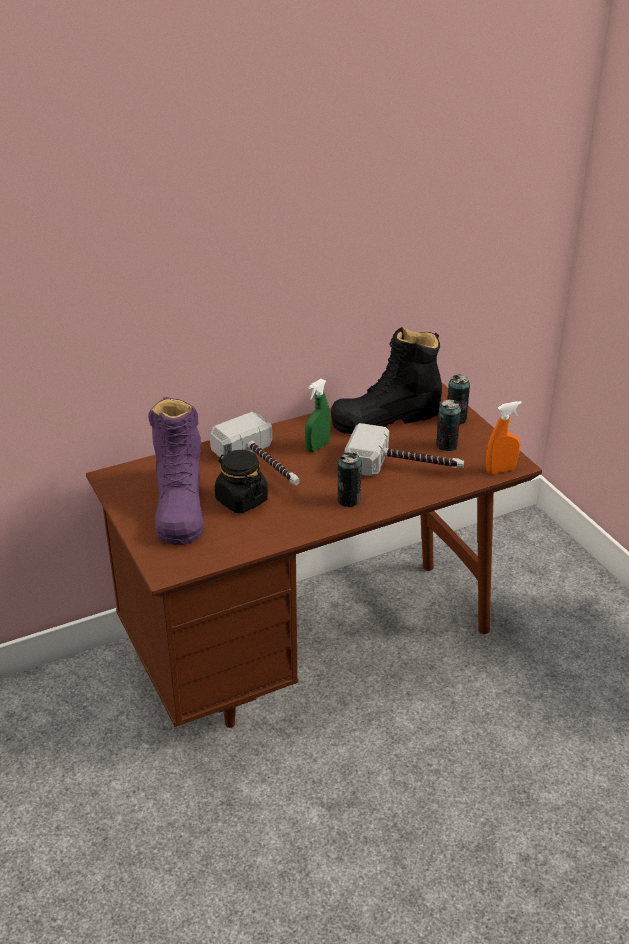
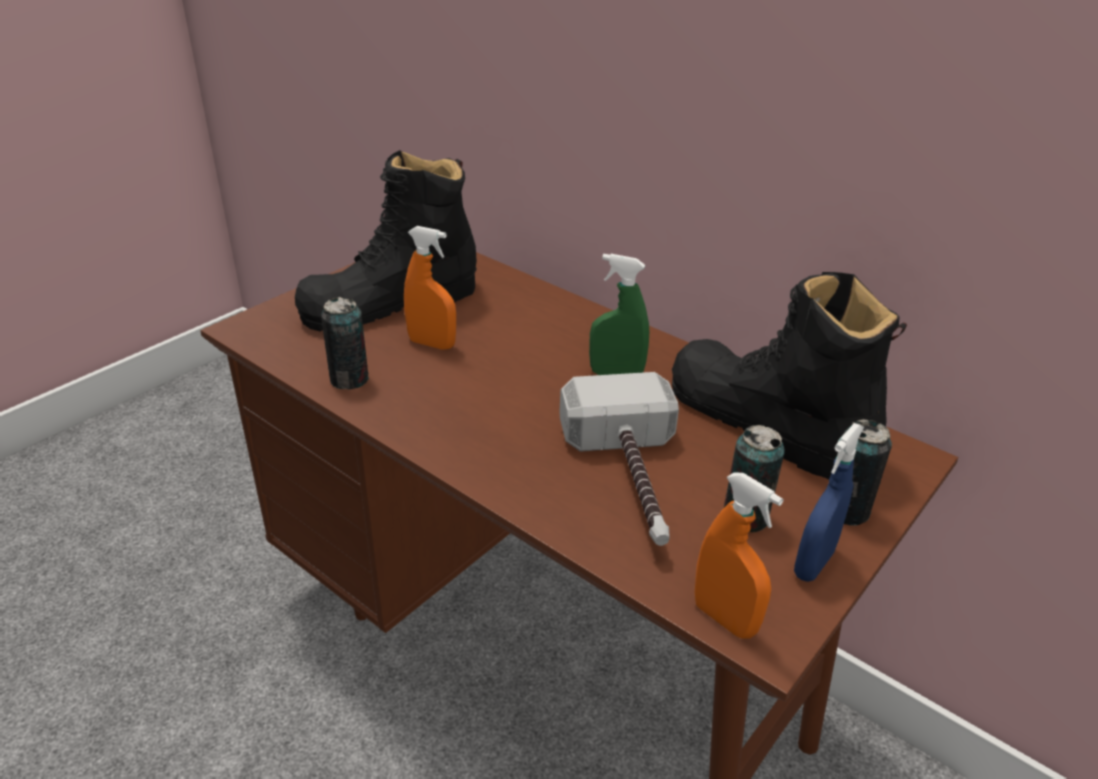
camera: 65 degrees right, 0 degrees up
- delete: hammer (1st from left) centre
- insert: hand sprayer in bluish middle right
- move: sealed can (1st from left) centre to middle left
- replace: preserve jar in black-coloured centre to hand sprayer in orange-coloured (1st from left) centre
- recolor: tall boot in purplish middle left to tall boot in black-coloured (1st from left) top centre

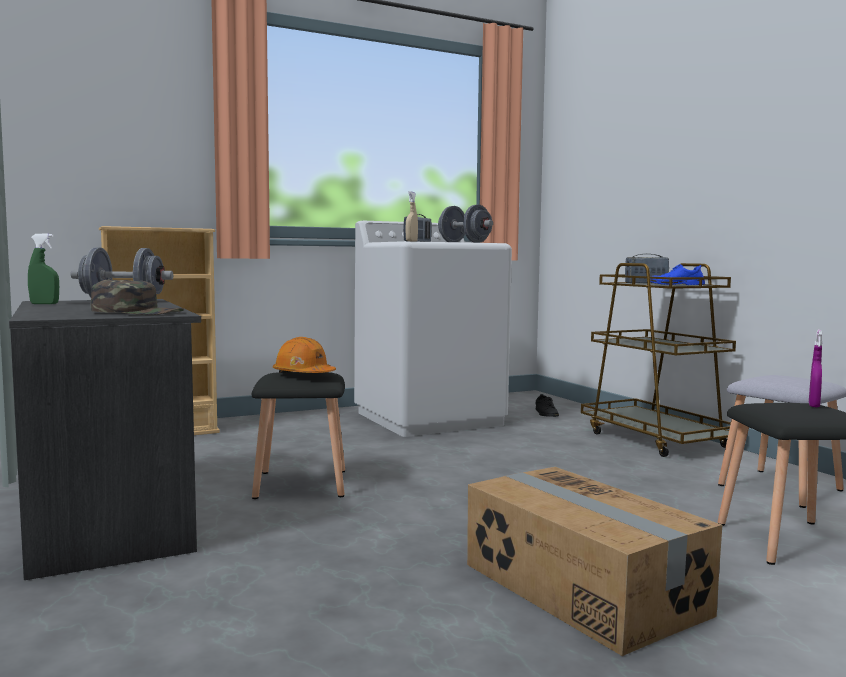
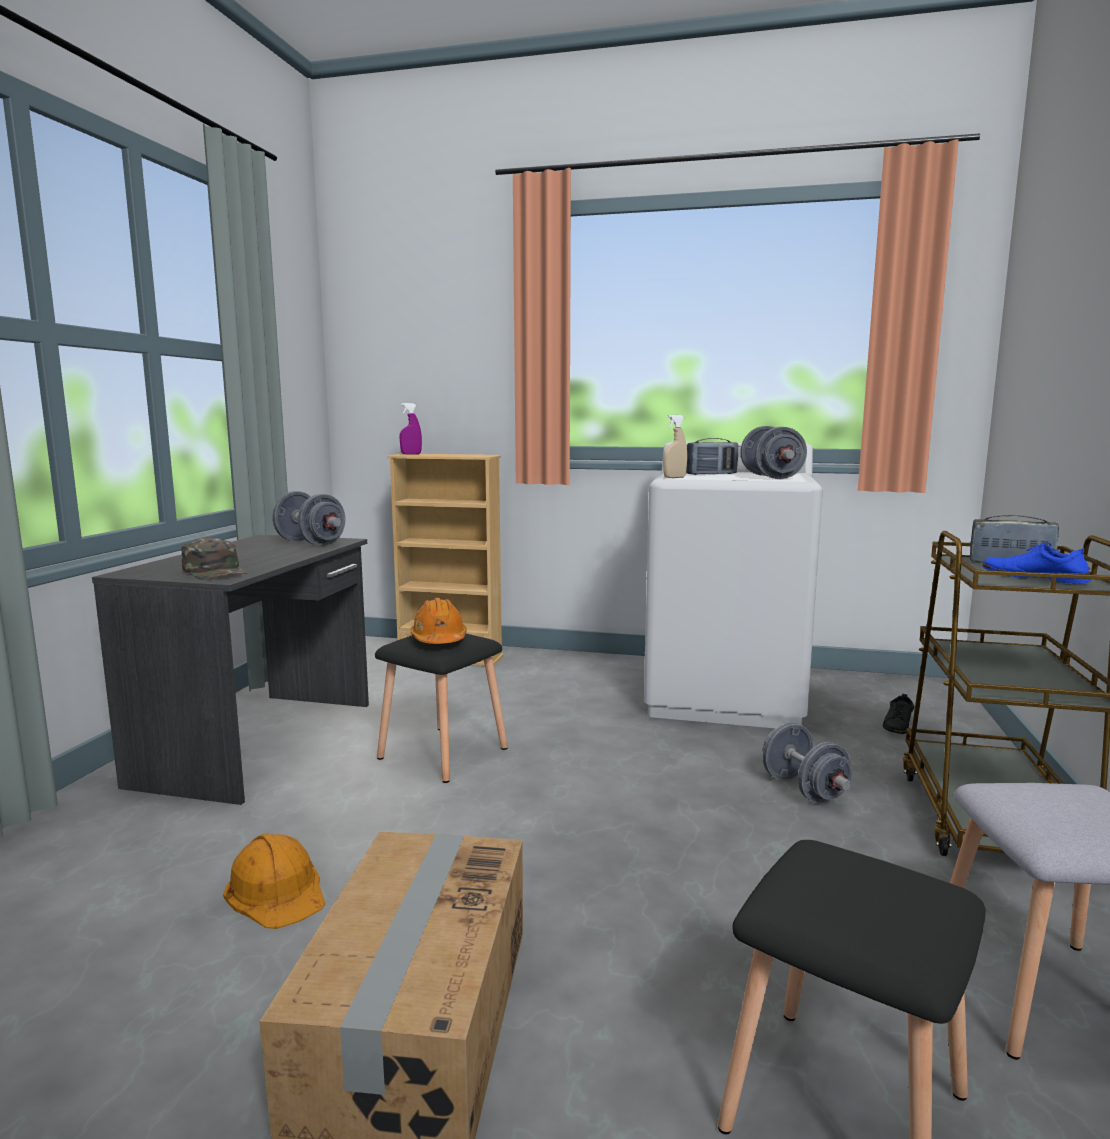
camera: 40 degrees right, 5 degrees up
- delete: hand sprayer in green-coloured middle left
- insert: hard hat in orange-coloured (1st from left) bottom left
- insert: free weight in grey (3rd from left) bottom right
- move: hand sprayer in purplish middle right to centre

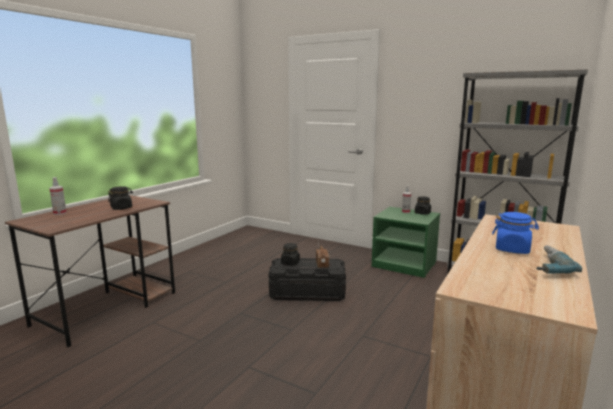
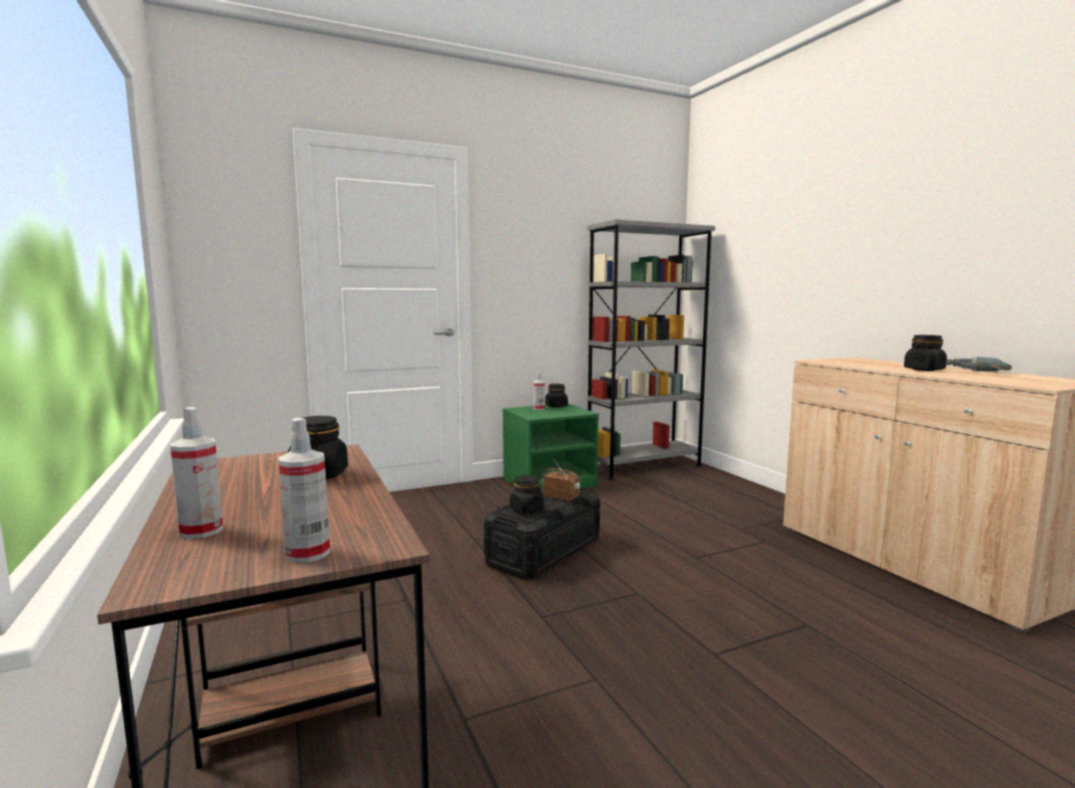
camera: 55 degrees left, 5 degrees down
- insert: hand sprayer (2nd from left) middle left
- recolor: preserve jar in bluish middle right to preserve jar in black-coloured (4th from left) middle right

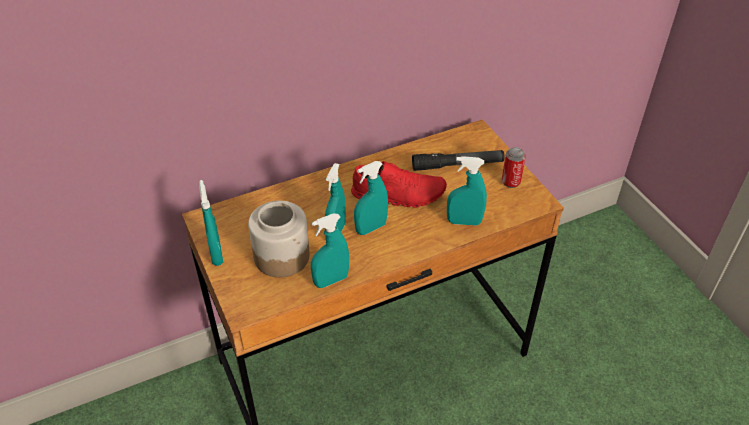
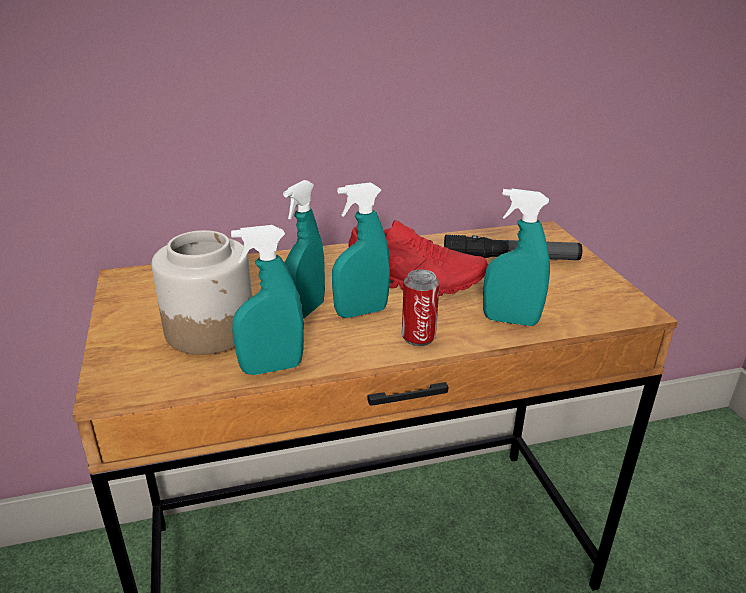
camera: 10 degrees right, 15 degrees down
- delete: hand sprayer in turquoise (1st from left) middle left
- move: sealed can middle right to centre

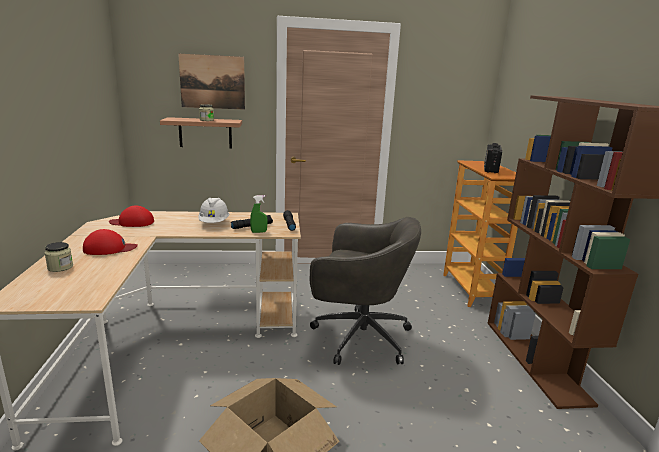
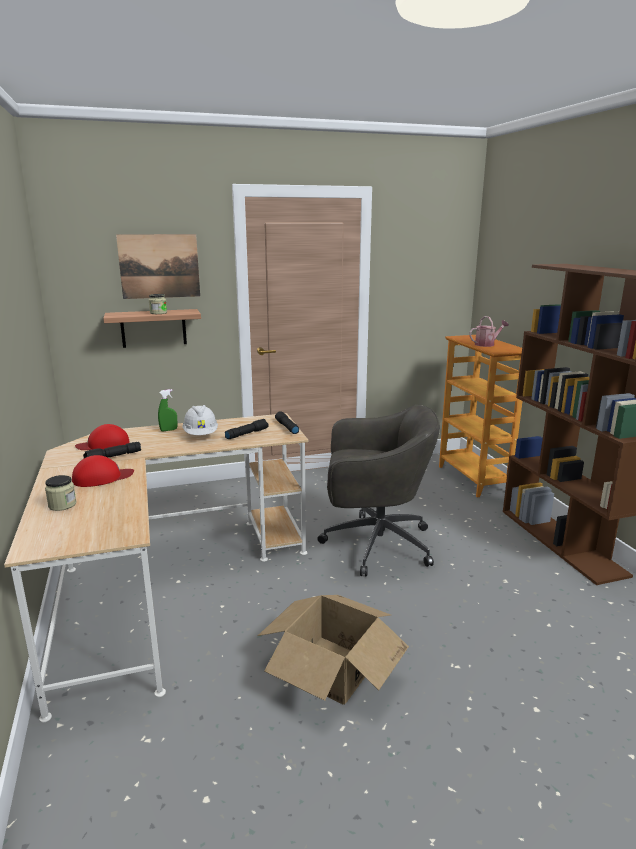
camera: 10 degrees left, 0 degrees up
- insert: hand torch in black-coloured (1st from left) middle left
- move: hand sprayer in green-coloured centre to middle left
- replace: radio set middle right to sprinkling can middle right

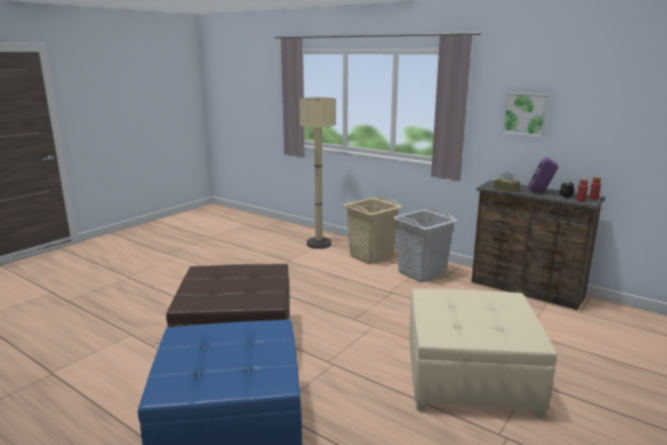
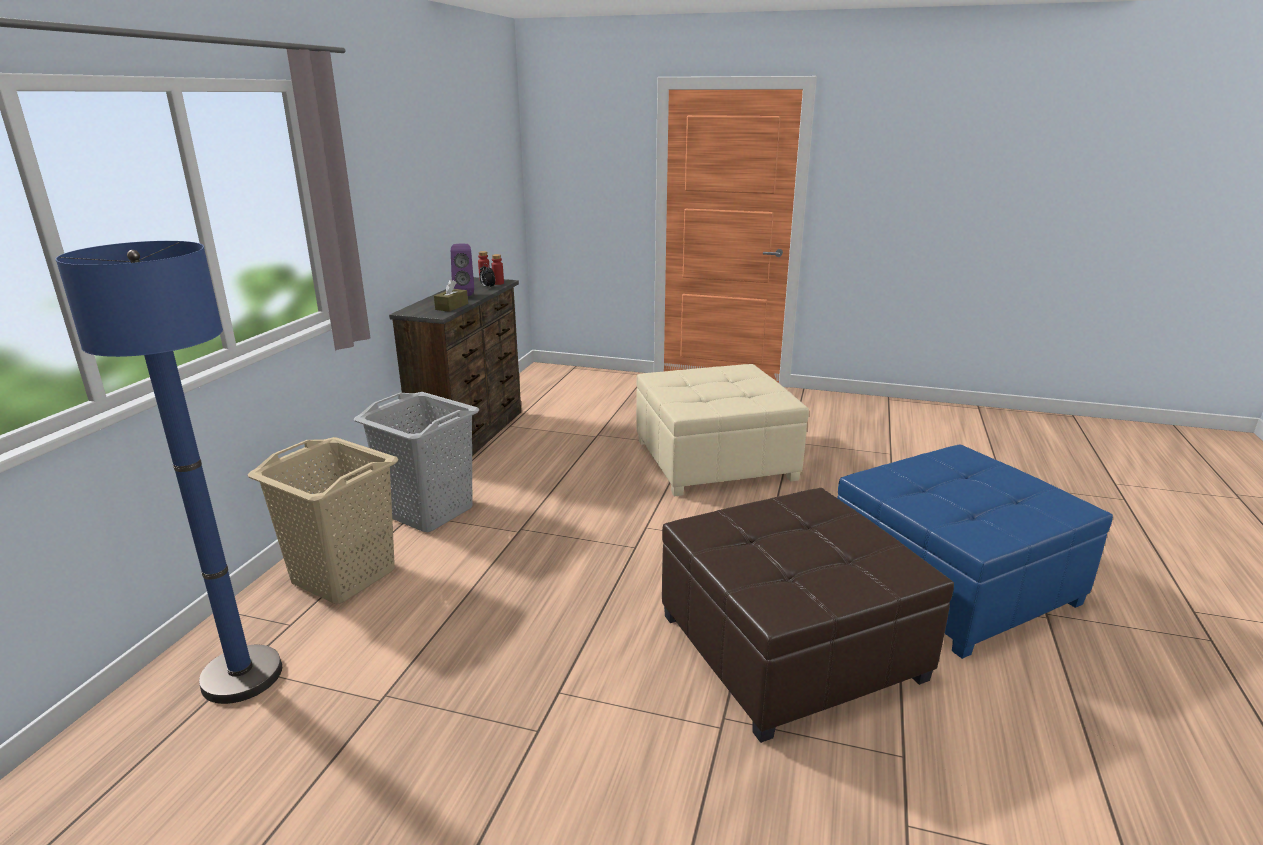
camera: 110 degrees left, 5 degrees up
- delete: picture top right
- recolor: standard lamp in beige-coloured centre to standard lamp in bluish middle left

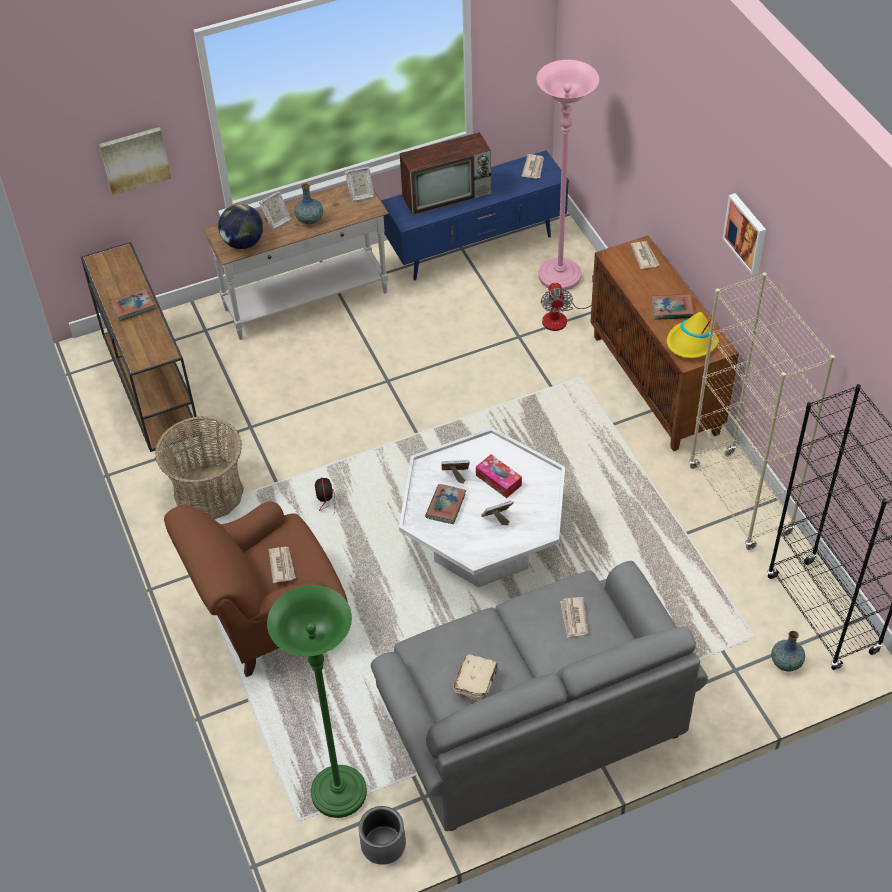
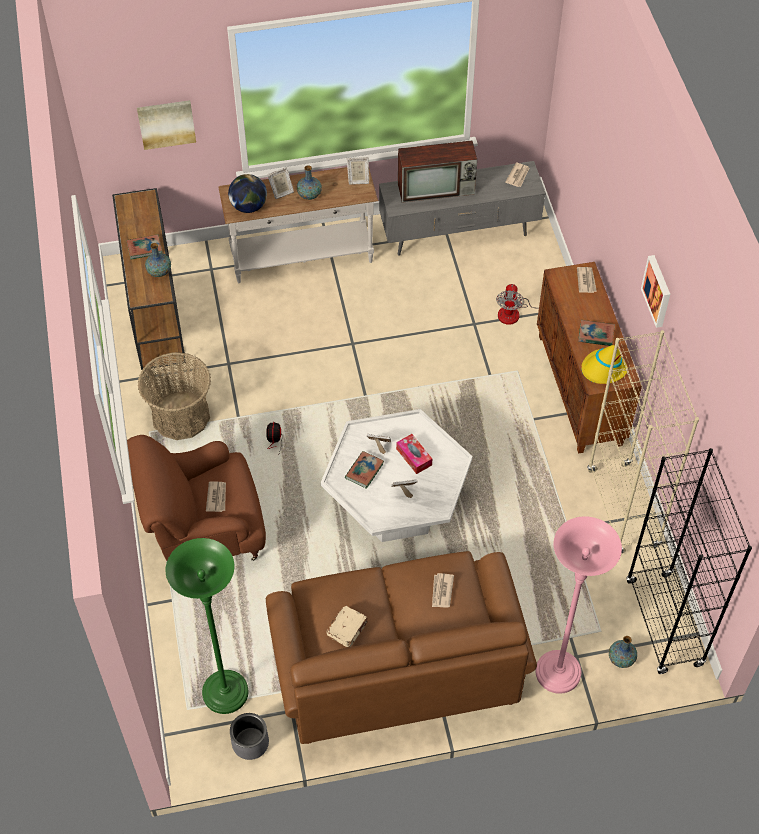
camera: 10 degrees right, 5 degrees up
- insert: decorative vase (1st from left) top left
- move: standard lamp in pink top centre to bottom right
- recolor: couch in grey bottom centre to couch in brown bottom centre
- recolor: media console in bluish top centre to media console in grey top centre

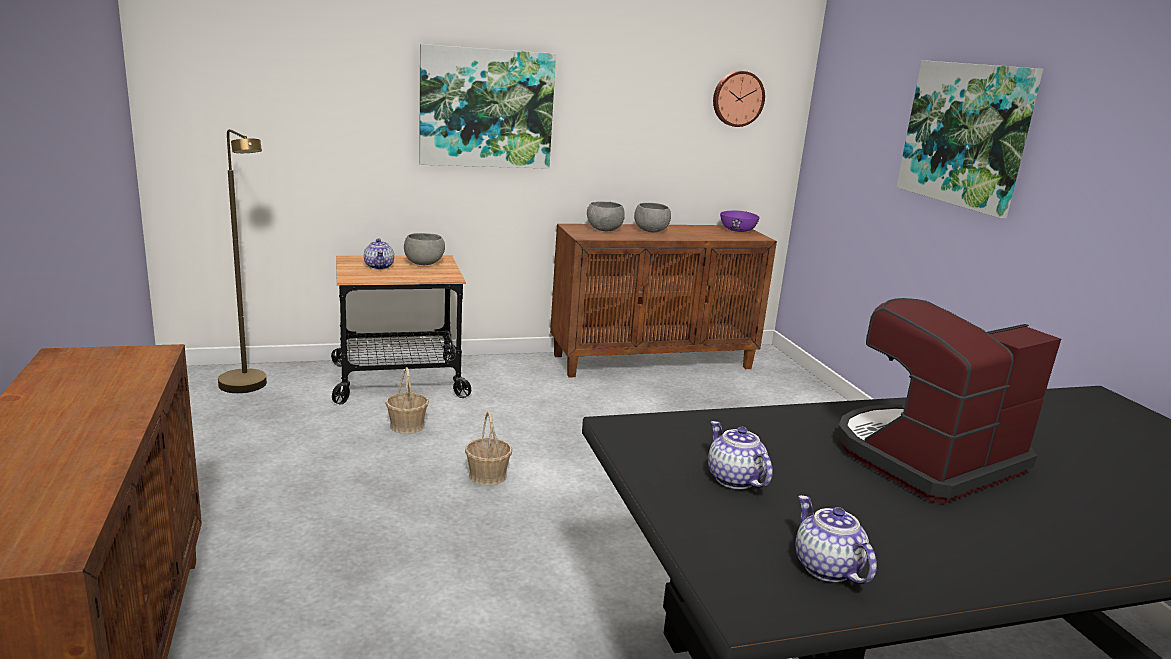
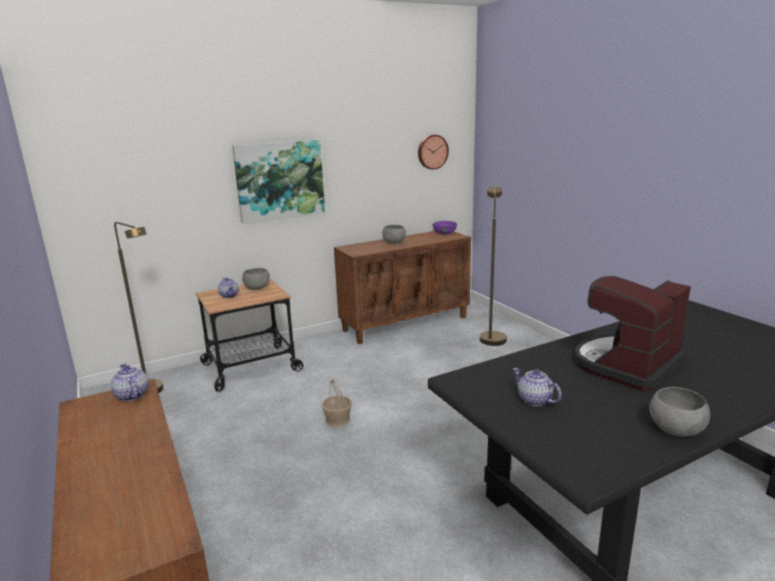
camera: 10 degrees left, 0 degrees up
- delete: basket (1st from left) centre
- delete: picture (2nd from left) top right
- insert: standard lamp in brown (2nd from left) centre
- move: serving bowl in grey (2nd from left in the first image) top centre to serving bowl in grey (3rd from left) bottom right
- move: pot for tea (3rd from left in the first image) bottom right to pot for tea (1st from left) middle left

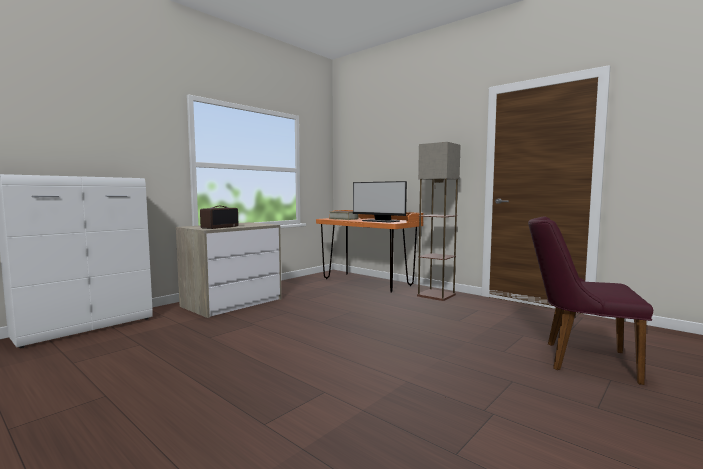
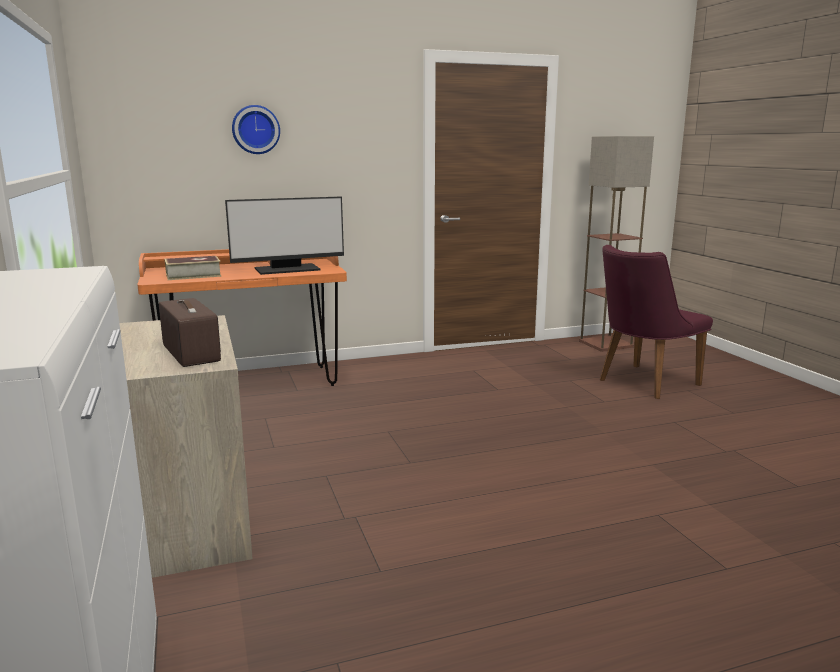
camera: 60 degrees left, 10 degrees up
- insert: hanging clock top left
- move: standard lamp centre to middle right

